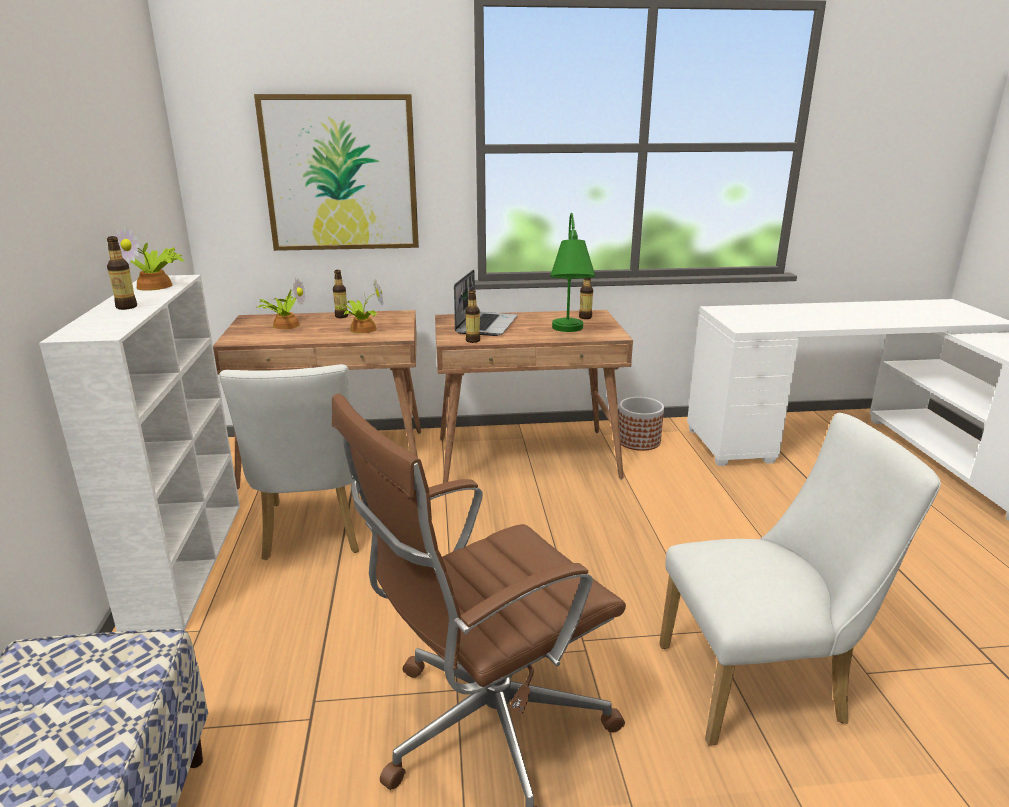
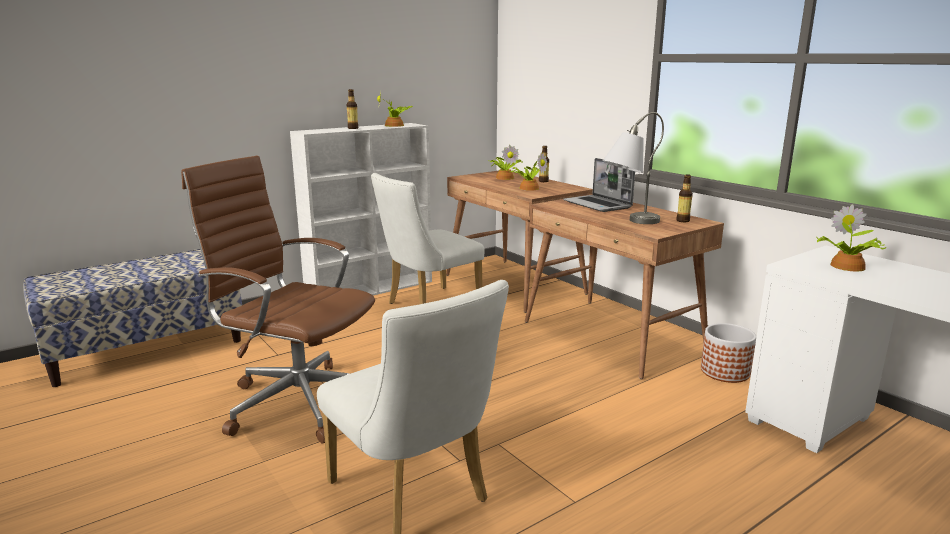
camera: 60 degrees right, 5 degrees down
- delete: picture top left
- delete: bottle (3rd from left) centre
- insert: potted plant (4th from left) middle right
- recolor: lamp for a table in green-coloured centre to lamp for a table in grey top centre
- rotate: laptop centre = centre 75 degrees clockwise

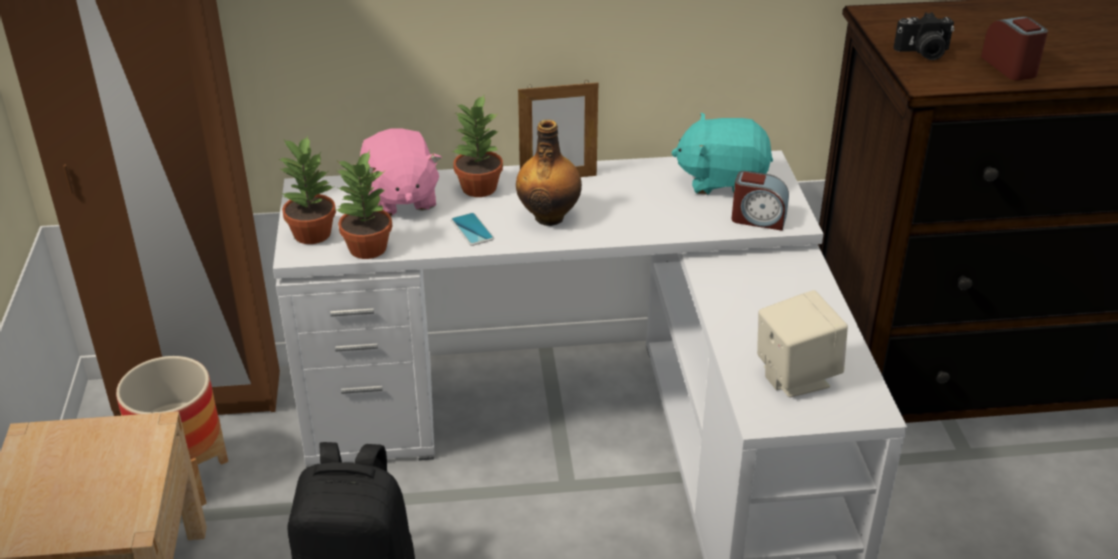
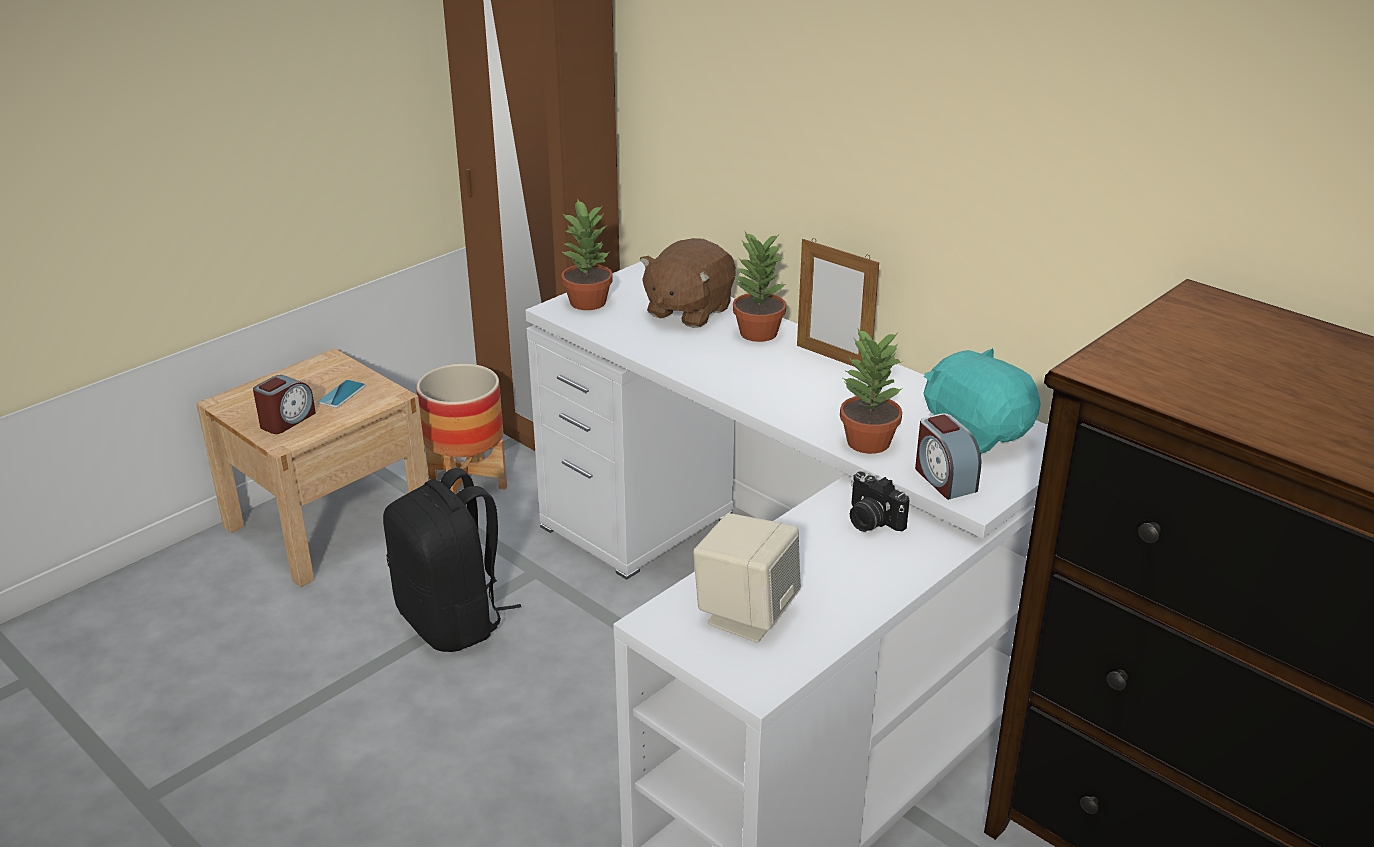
camera: 50 degrees right, 5 degrees down
- delete: bottle top centre
- move: potted plant (2nd from left in the first image) middle left to potted plant (3rd from left) centre
- move: phone centre to middle left
- move: photo camera top right to centre
- move: table clock (2nd from left in the first image) top right to table clock (1st from left) middle left
- recolor: cuddly toy in pink top centre to cuddly toy in brown centre

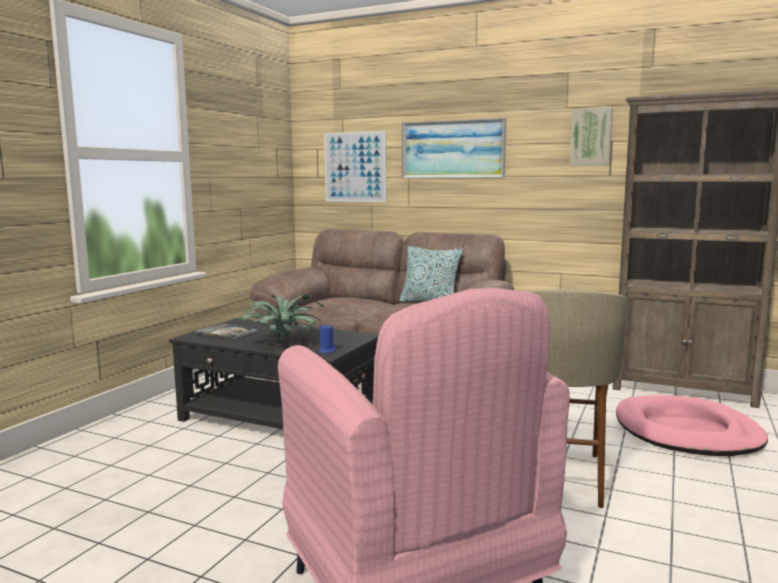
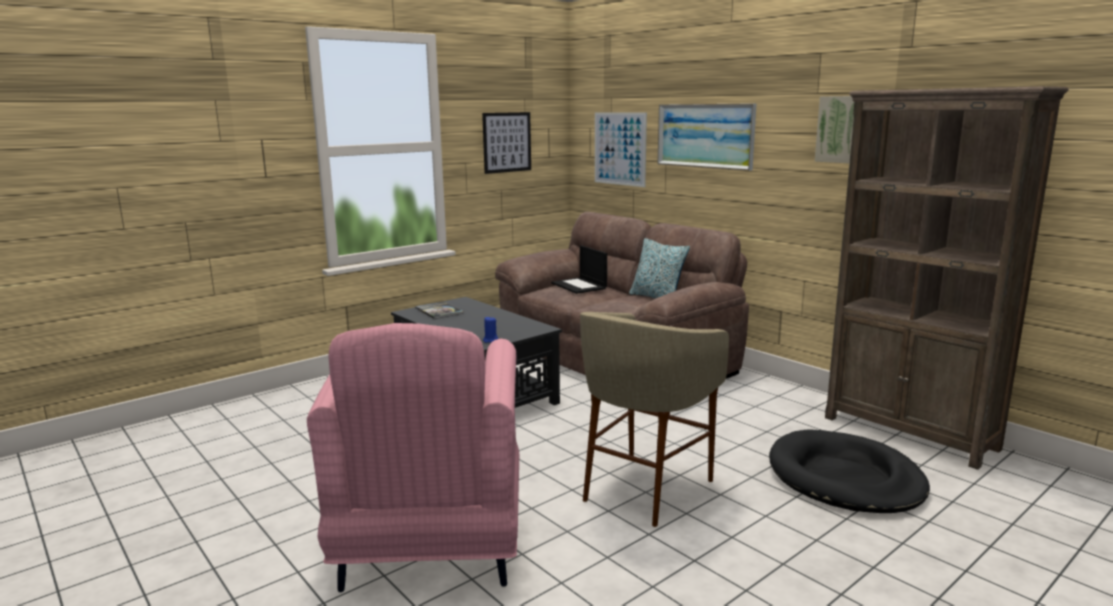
camera: 25 degrees right, 5 degrees up
- delete: potted plant centre
- insert: picture (1st from left) top centre
- insert: laptop centre
- recolor: pet bed in pink bottom right to pet bed in black-coloured bottom right

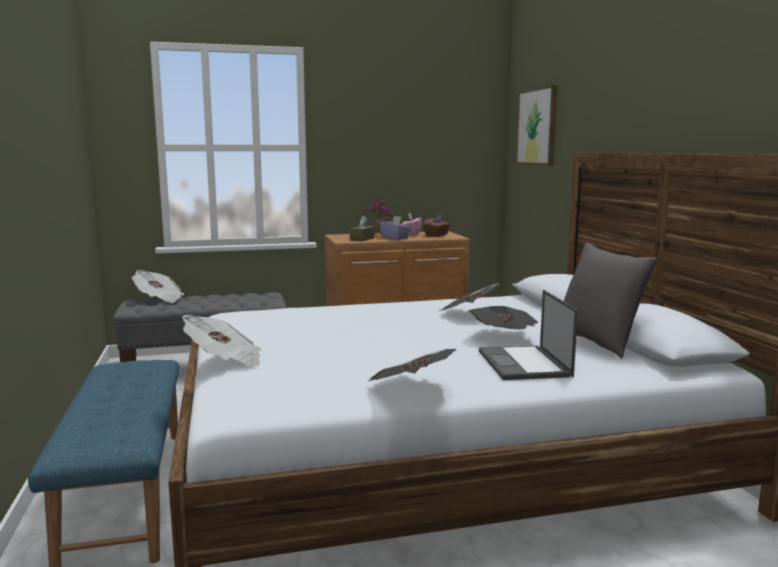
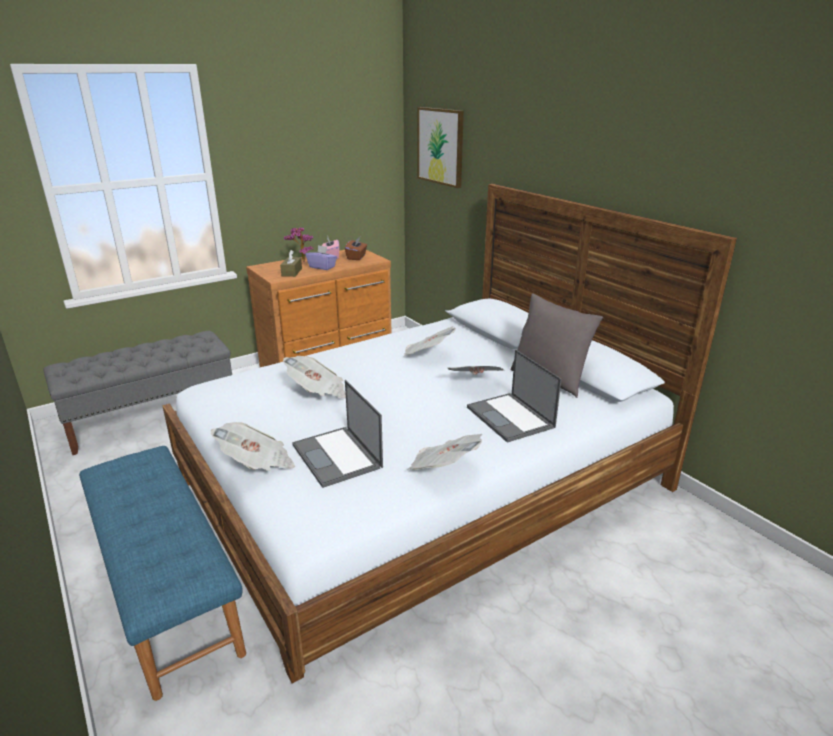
camera: 20 degrees left, 15 degrees up
- insert: laptop (1st from left) centre
- move: daily paper (1st from left in the first image) middle left to daily paper (2nd from left) centre

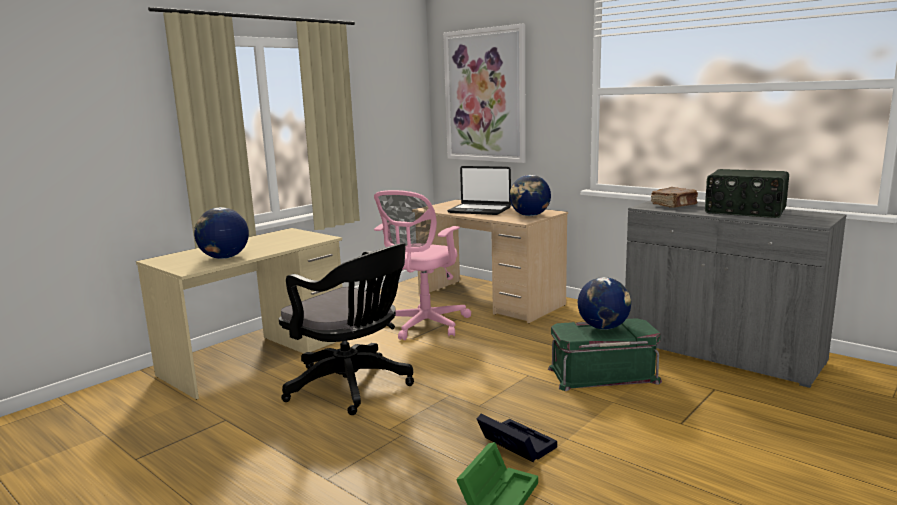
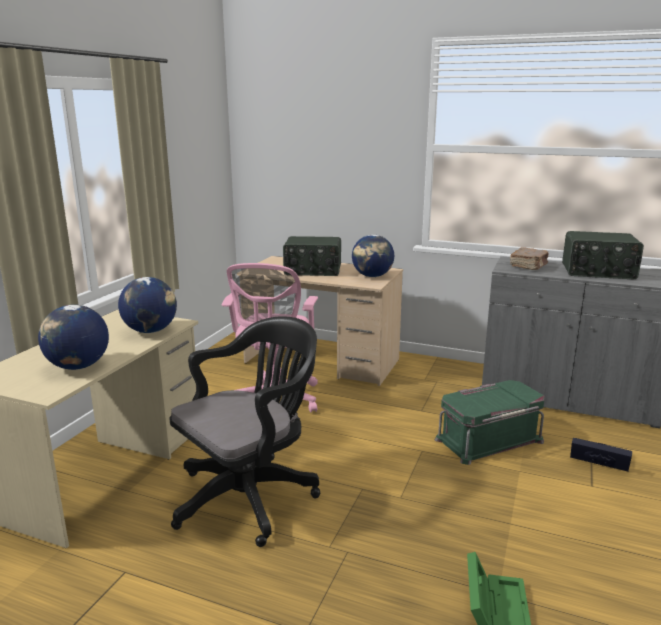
camera: 20 degrees left, 5 degrees up
- delete: picture top centre
- move: storage bin in black-coloured bottom centre to bottom right
- move: globe (3rd from left in the first image) middle right to globe (2nd from left) middle left
- replace: laptop centre to radio set (1st from left) centre
- rotate: computer chair in black-coloured centre = bottom centre 60 degrees counterclockwise

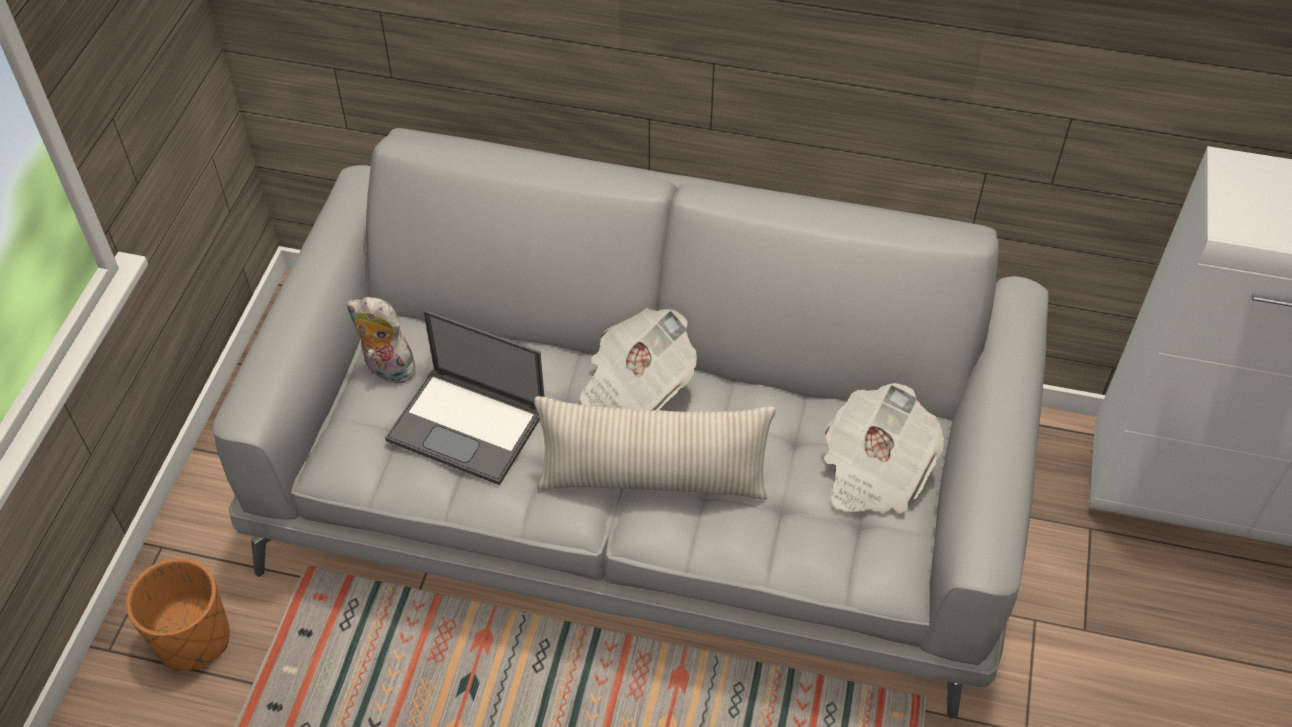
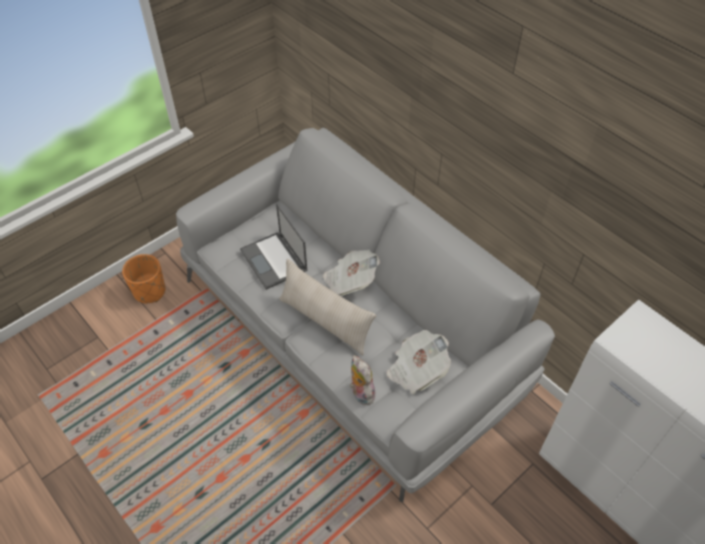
camera: 35 degrees right, 0 degrees up
- move: cuddly toy middle left to bottom centre

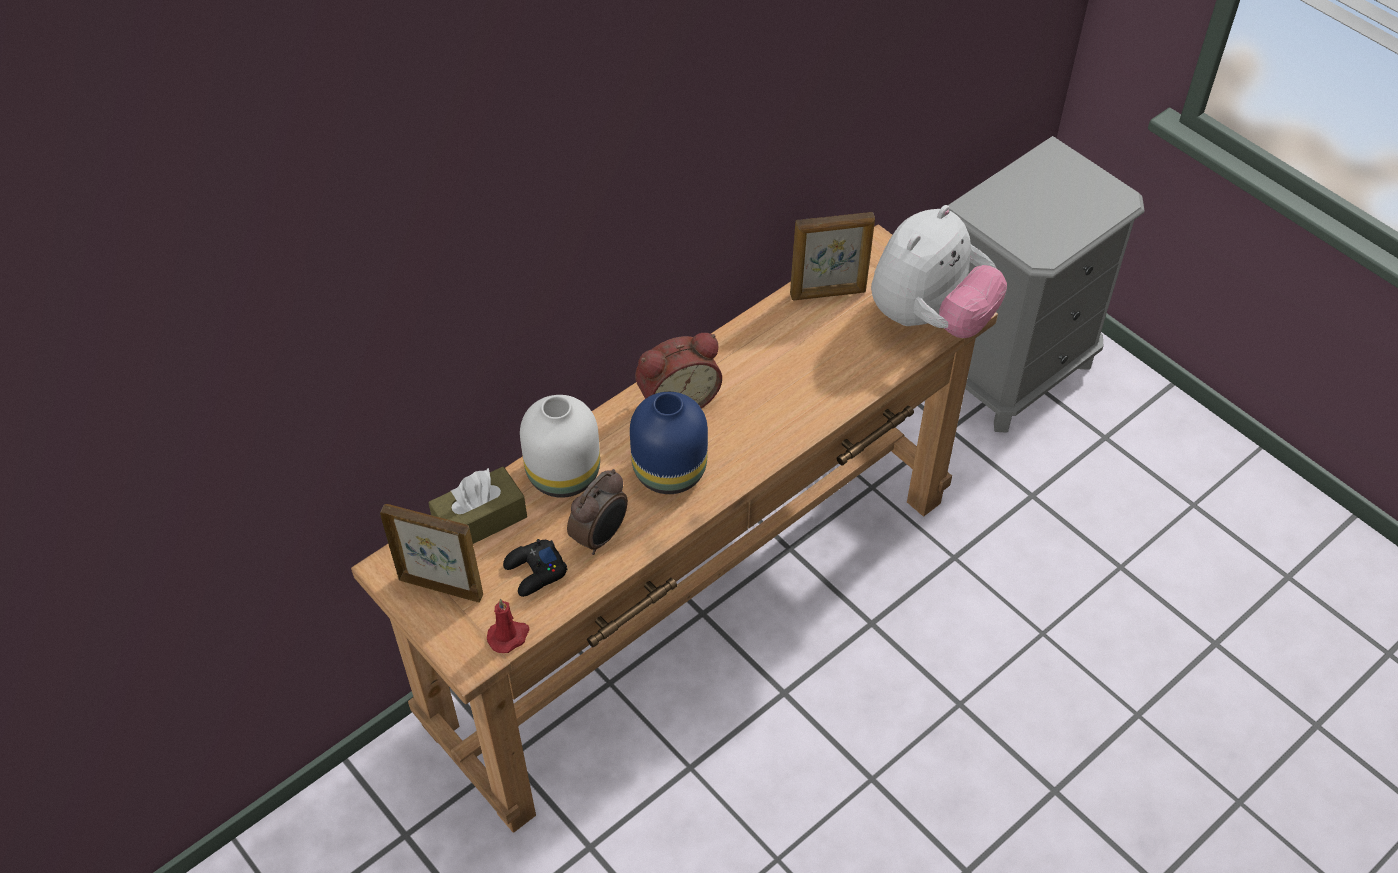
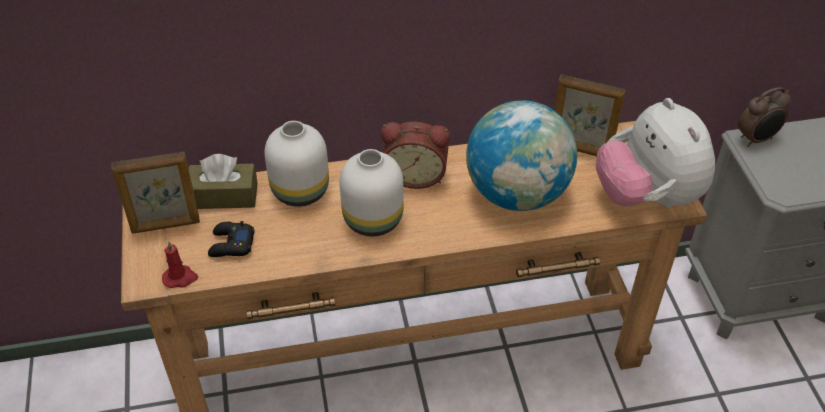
camera: 30 degrees right, 5 degrees down
- insert: globe centre
- move: table clock (1st from left in the first image) centre to table clock (2nd from left) top right
- recolor: decorative vase in bluish centre to decorative vase in white (2nd from left) centre
- rotate: standing frame (1st from left) middle left = middle left 120 degrees clockwise
- rotate: cuddly toy top right = middle right 90 degrees clockwise

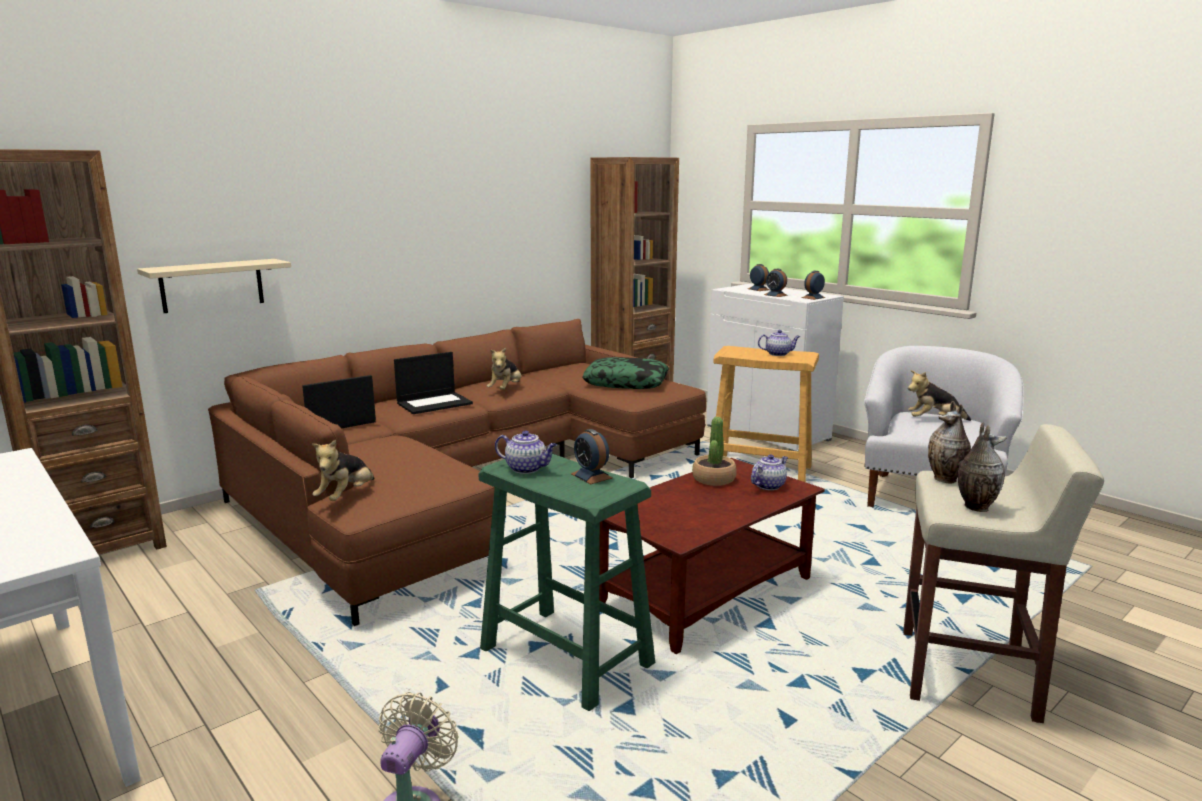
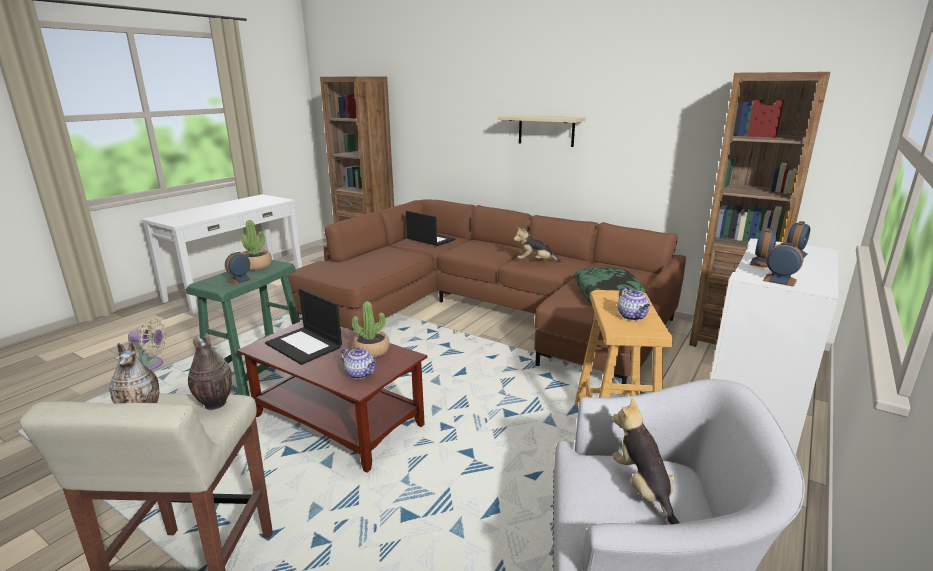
camera: 75 degrees right, 5 degrees up
- delete: cuddly toy (1st from left) middle left
- move: bracket shelf in beige-coloured middle left to top centre
- move: laptop (2nd from left in the first image) centre to laptop (1st from left) middle left
- replace: pot for tea (1st from left) centre to potted plant (1st from left) middle left

